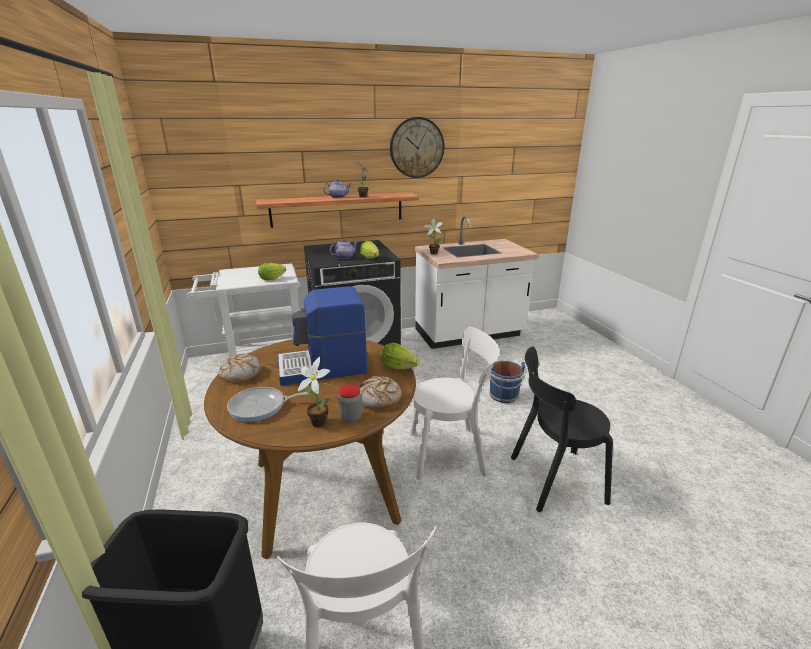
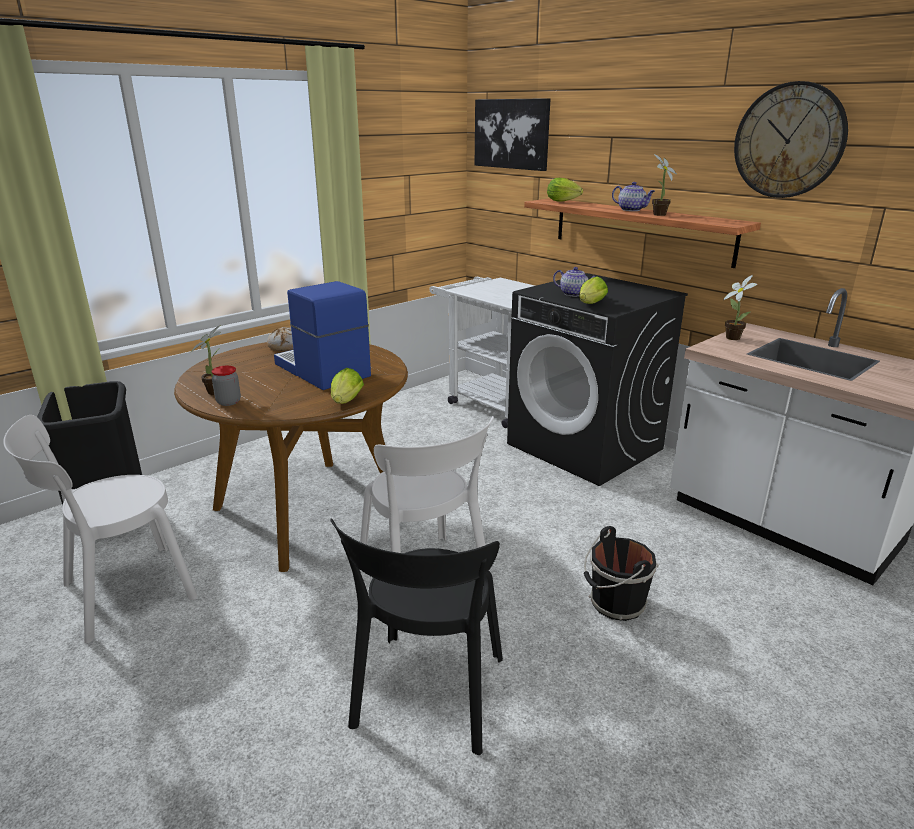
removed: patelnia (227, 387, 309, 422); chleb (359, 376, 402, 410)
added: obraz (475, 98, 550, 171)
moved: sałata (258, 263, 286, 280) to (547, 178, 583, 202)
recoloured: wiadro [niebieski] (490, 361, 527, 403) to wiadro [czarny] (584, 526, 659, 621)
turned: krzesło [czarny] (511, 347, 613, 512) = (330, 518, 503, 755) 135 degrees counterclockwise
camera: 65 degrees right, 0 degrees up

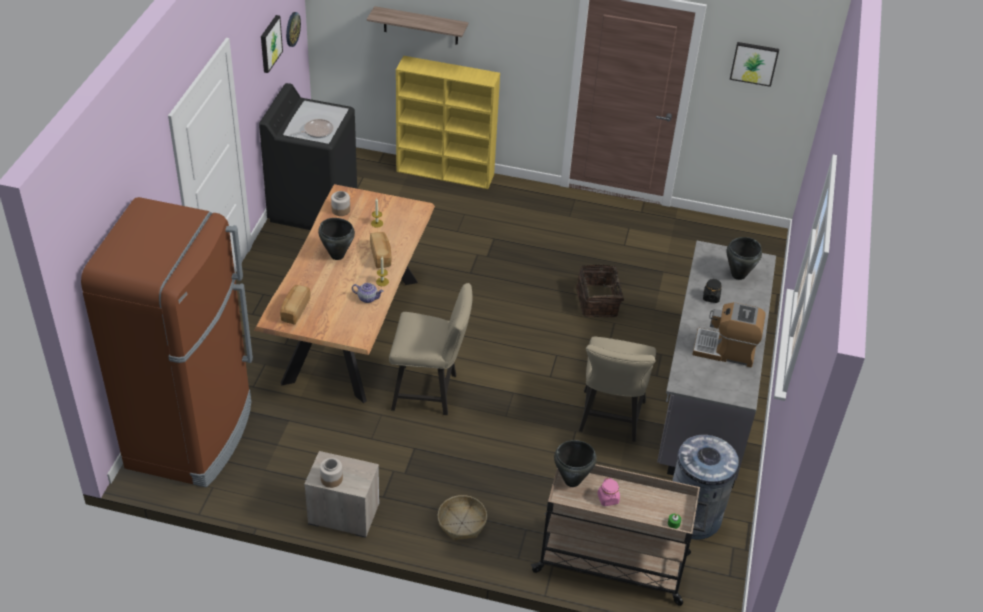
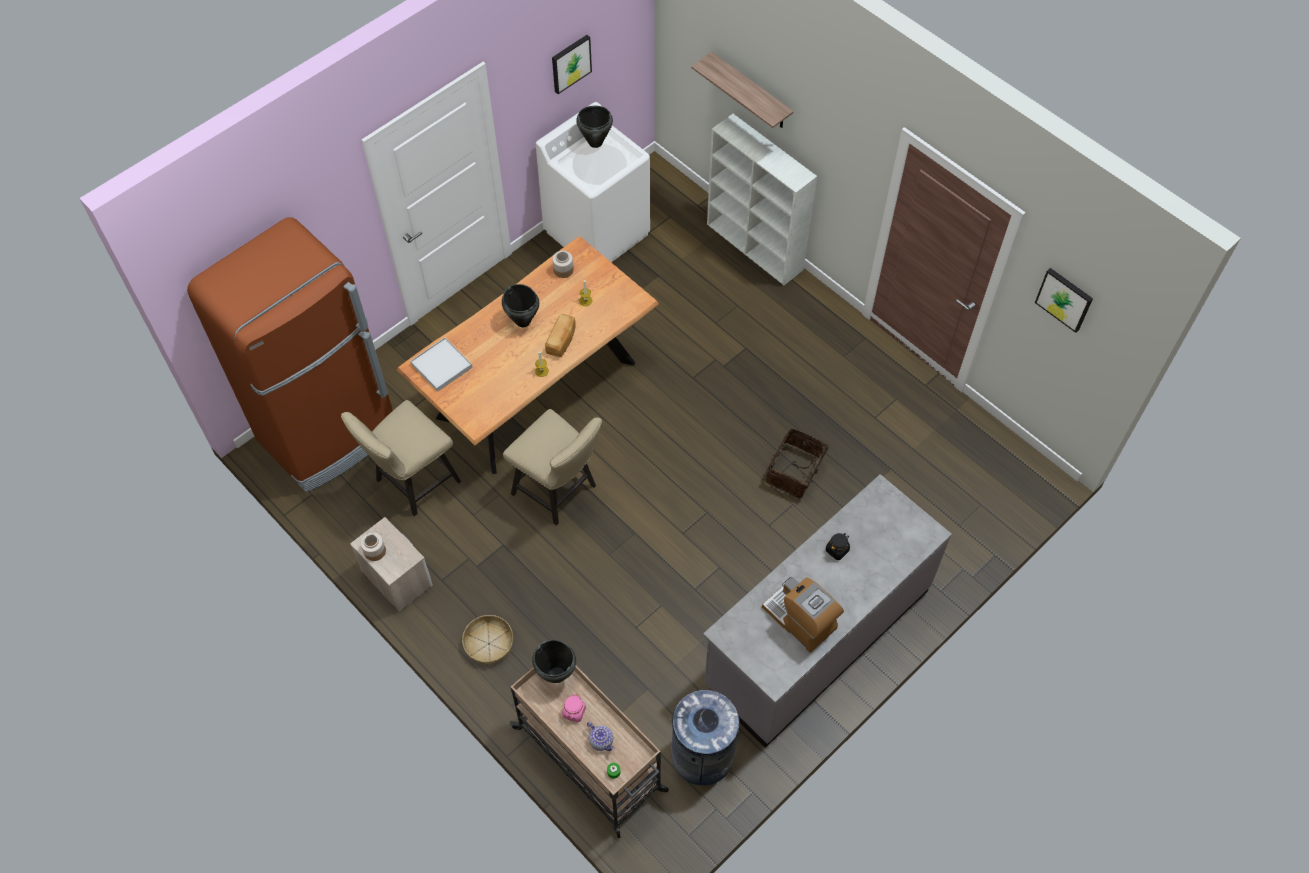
removed: zegar ścienny (286, 12, 301, 47); patelnia (290, 119, 334, 138)
moved: imbryk (352, 283, 383, 303) to (587, 722, 615, 751); krzesło [beżowy] (579, 337, 656, 442) to (341, 400, 461, 516); garnek [czarny] (726, 237, 762, 280) to (576, 106, 613, 148)
replaced: chleb (280, 285, 310, 325) to taca [biały] (410, 337, 473, 392)
recoloured: pralka [czarny] (259, 83, 357, 230) to pralka [biały] (536, 102, 650, 262); regał [żółty] (396, 56, 500, 189) to regał [biały] (707, 114, 817, 285)
camera: 35 degrees right, 15 degrees up

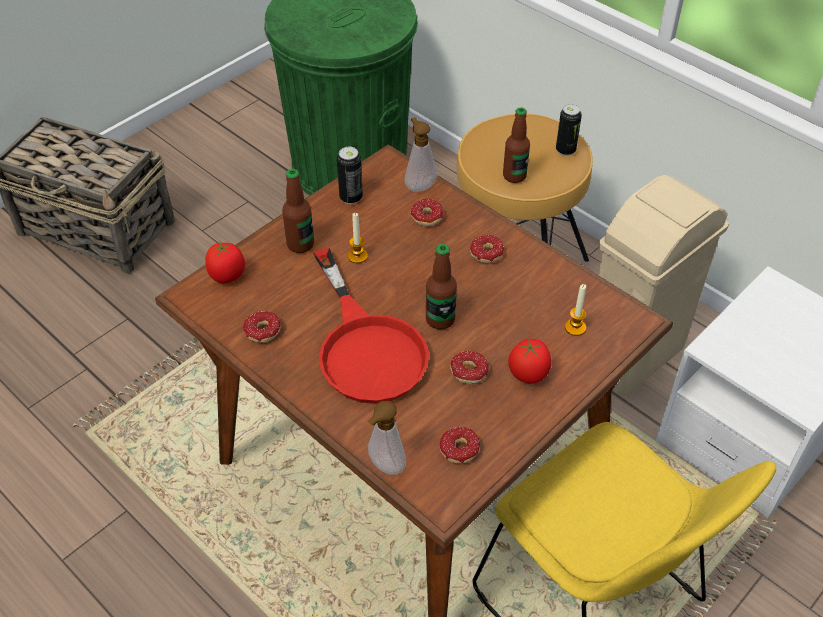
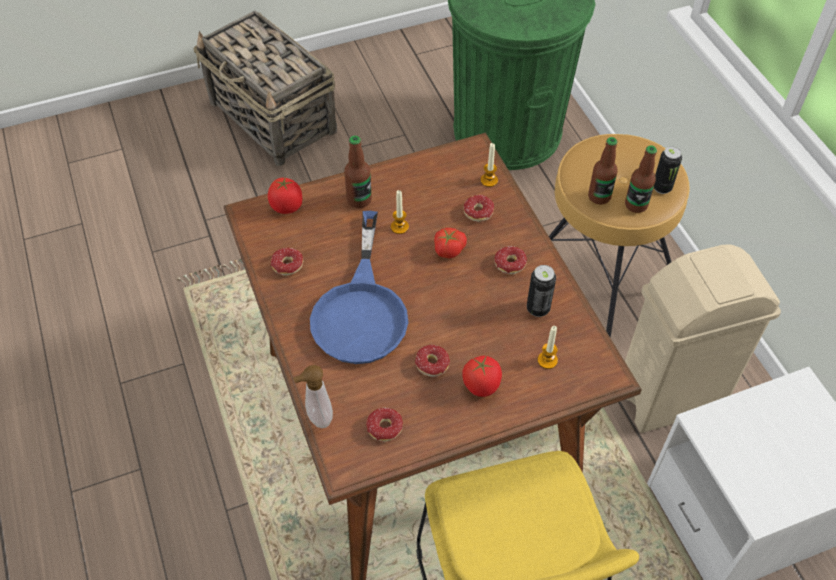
added: pomidor (434, 228, 467, 259)
moved: puszka (337, 147, 363, 204) to (527, 265, 556, 317); butelka (426, 244, 457, 329) to (625, 145, 657, 213)
replaced: dozownik mydła (405, 117, 437, 192) to świeca (481, 143, 498, 187)
recoloured: patelnia [czerwony] (313, 248, 429, 404) to patelnia [niebieski] (310, 211, 408, 364)
camera: 25 degrees right, 5 degrees up

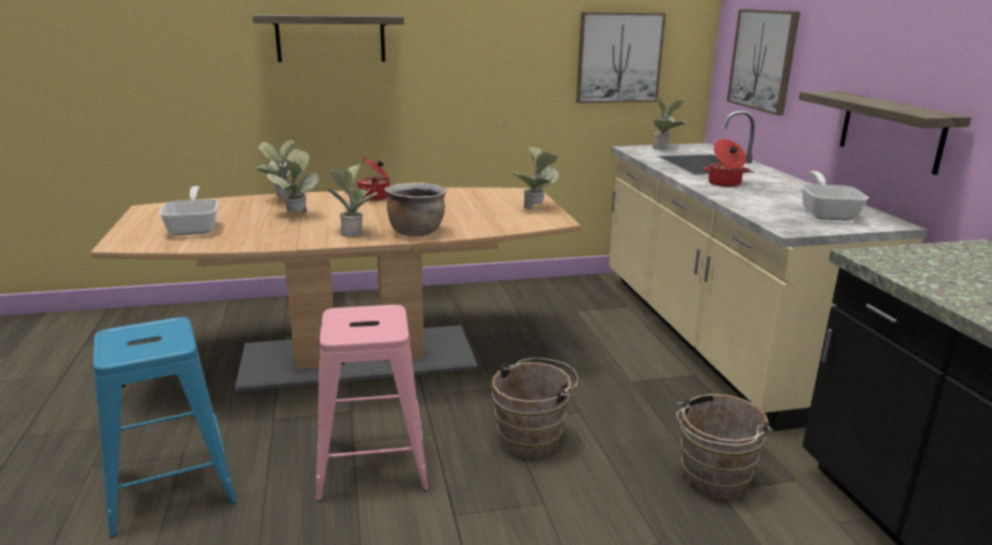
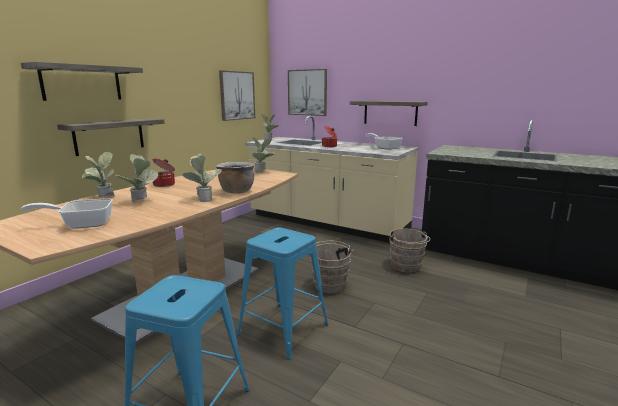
added: półka (57, 118, 165, 156)
recoloured: stołek [różowy] (316, 305, 429, 501) to stołek [niebieski] (237, 227, 328, 360)
turned: patelnia (159, 186, 218, 235) = (21, 198, 113, 229) 45 degrees counterclockwise
camera: 45 degrees left, 5 degrees down

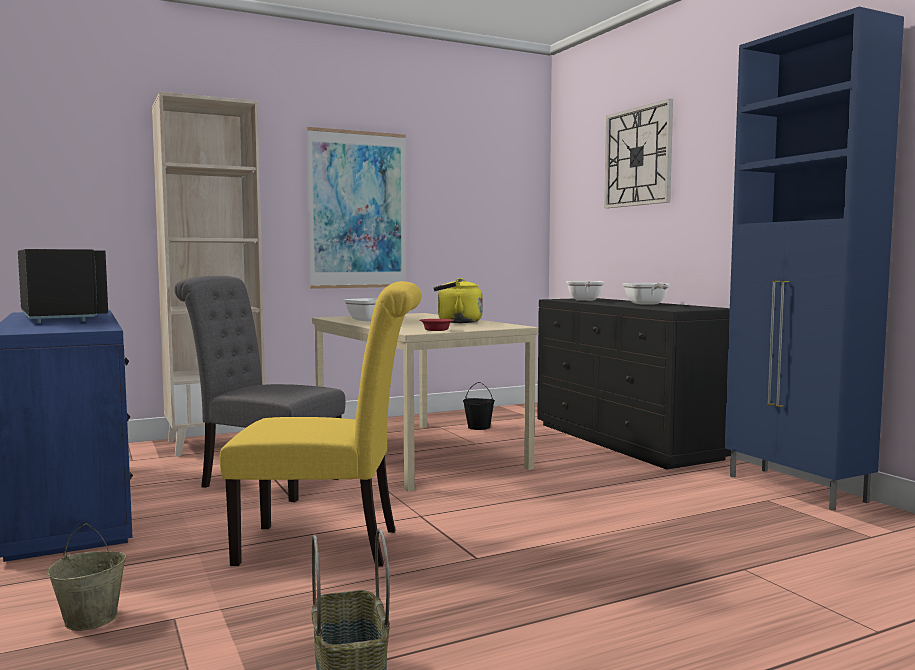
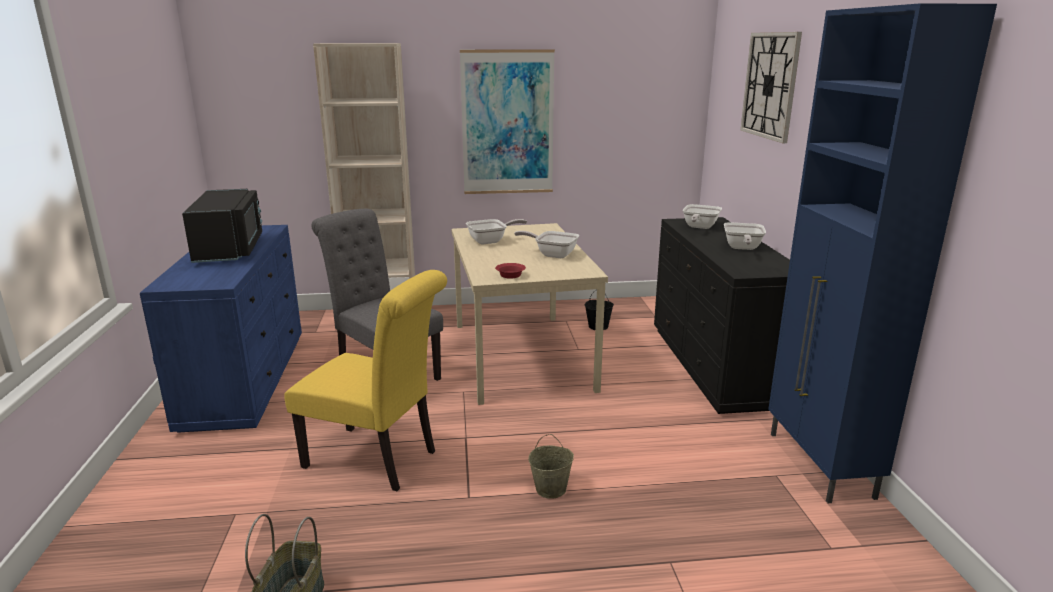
moved: wiadro [beżowy] (47, 523, 126, 631) to (528, 434, 574, 499)
replaced: czajnik [żółty] (433, 278, 483, 323) to patelnia (514, 231, 579, 258)
camera: 20 degrees right, 15 degrees up

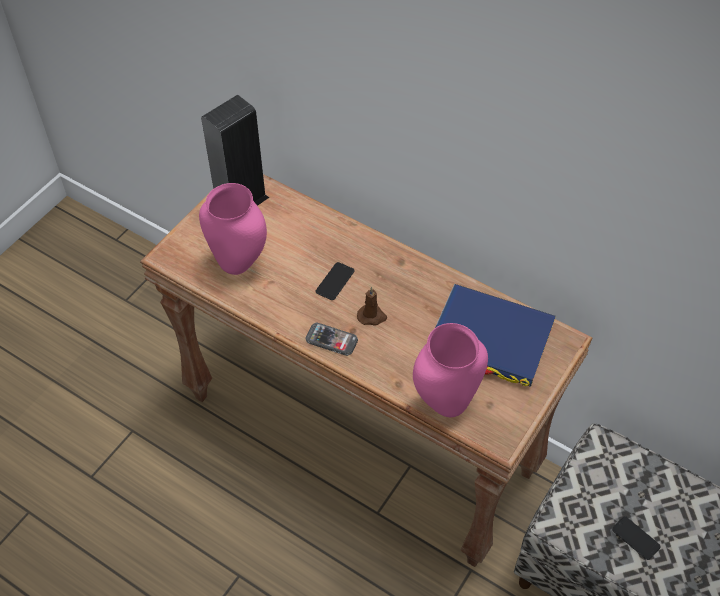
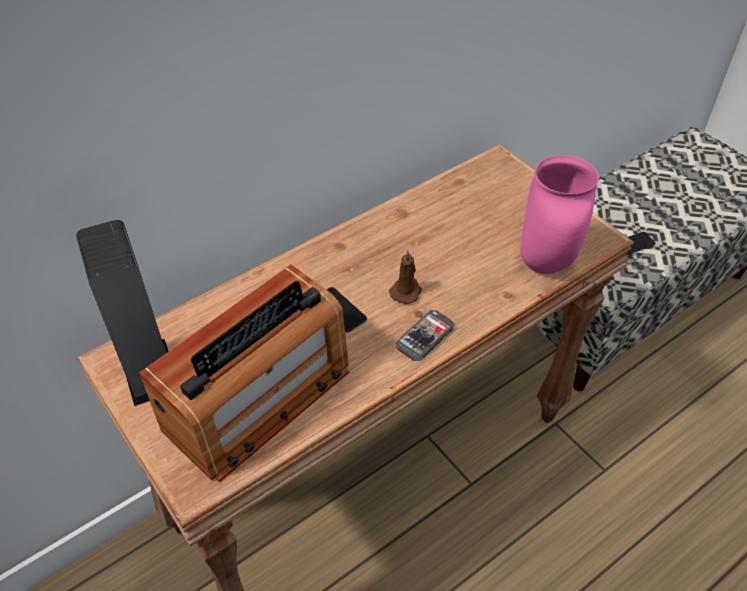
removed: książka [niebieski] (435, 284, 556, 387)
replaced: wazon [różowy] (199, 183, 267, 275) to radio (139, 264, 349, 482)
camera: 70 degrees left, 5 degrees down

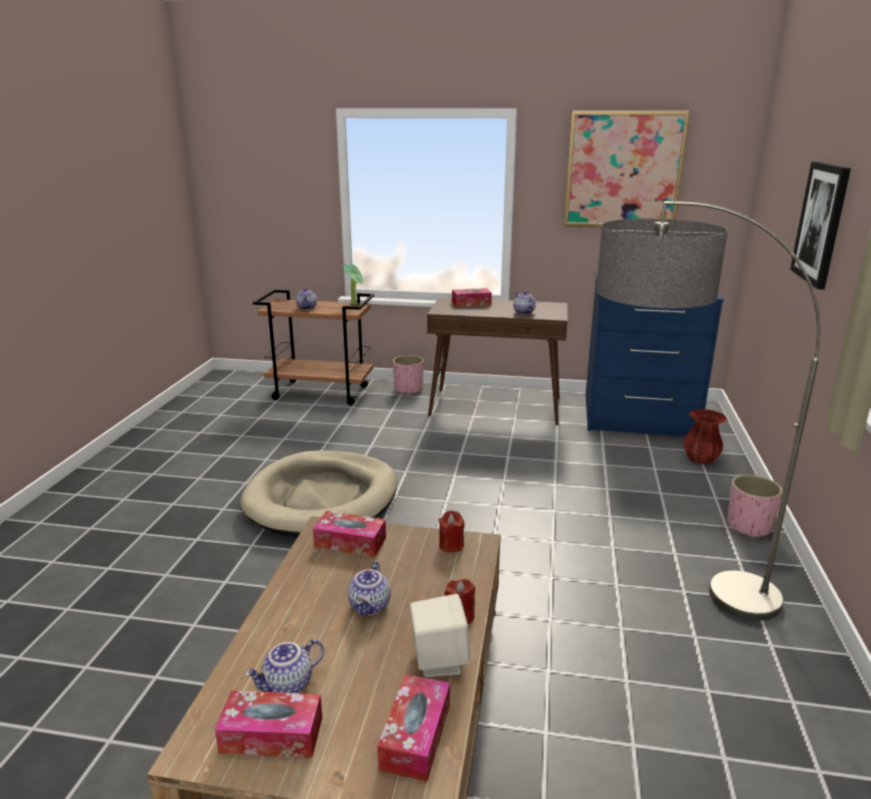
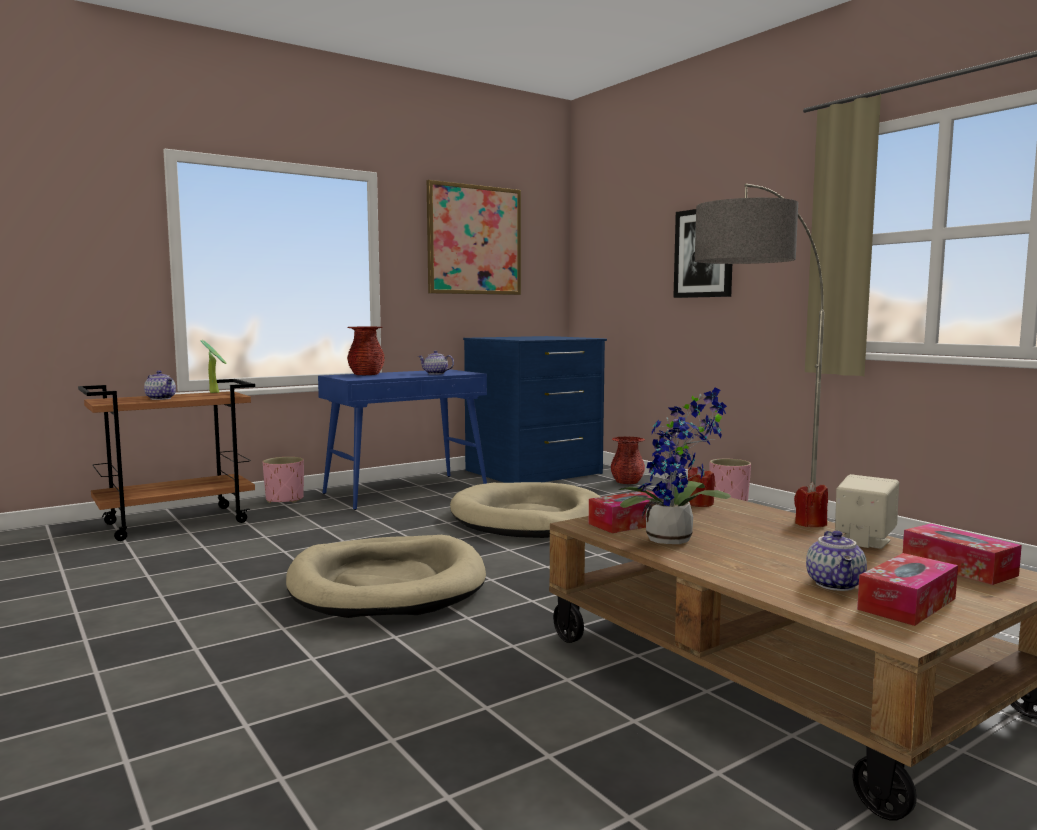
removed: imbryk (348, 561, 391, 616)
added: legowisko [beżowy] (450, 482, 601, 538); roślina doniczkowa (618, 388, 731, 544)
replaced: pudełko chusteczek (452, 288, 492, 307) to wazon [czerwony] (347, 327, 385, 375)
recoloured: stolik konsolowy [brązowy] (427, 297, 568, 425) to stolik konsolowy [niebieski] (318, 369, 487, 510)
camera: 45 degrees left, 15 degrees down

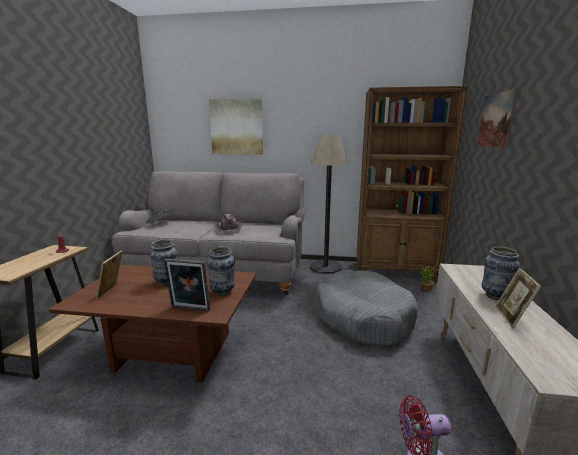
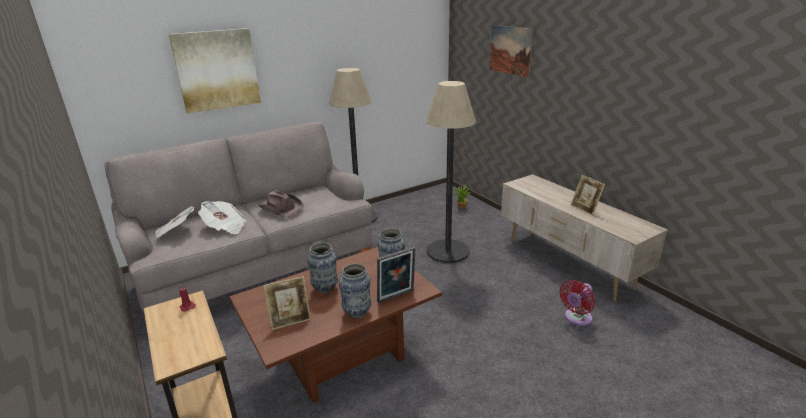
removed: regał [brązowy] (357, 86, 468, 281)
added: gazeta (198, 201, 247, 234)
moved: wazon (482, 247, 520, 300) to (339, 263, 371, 319)
replaced: legowisko [szary] (315, 269, 418, 347) to lampa stojąca (426, 81, 476, 263)
turned: ramka na zdjęcie (96, 250, 122, 299) = (264, 276, 311, 330) 75 degrees counterclockwise
camera: 40 degrees left, 10 degrees up

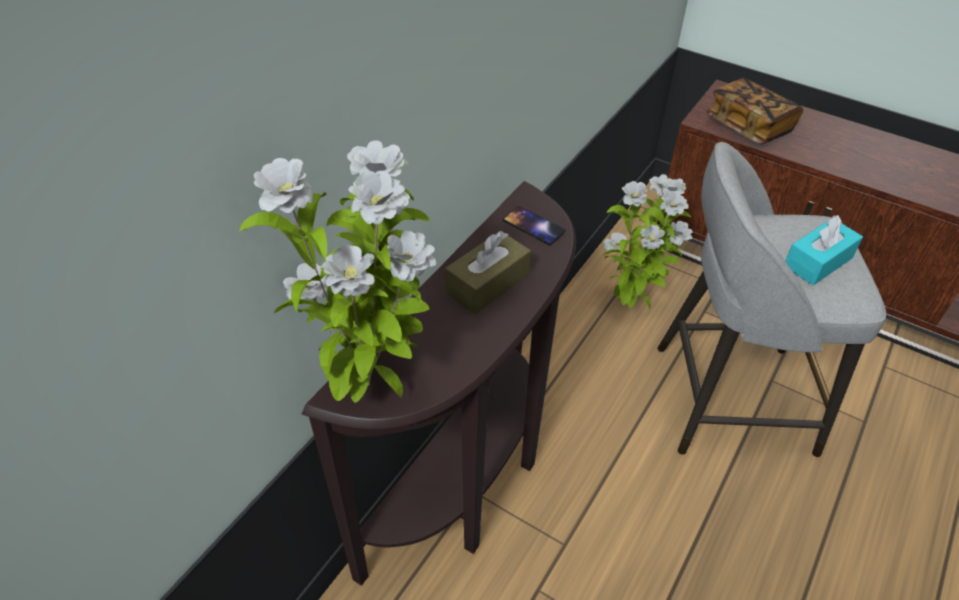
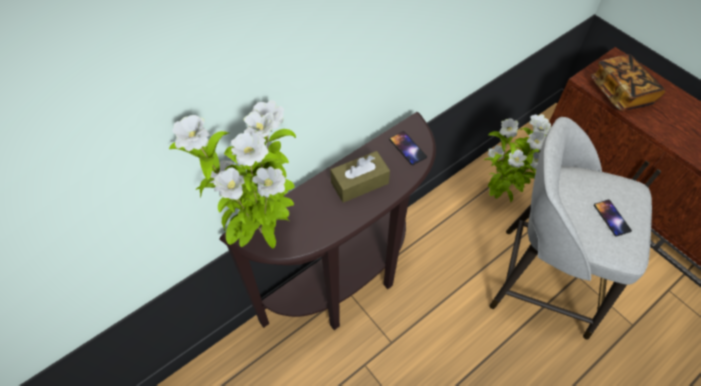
replaced: pudełko chusteczek [turkusowy] (785, 215, 863, 285) to telefon (594, 200, 632, 237)
camera: 20 degrees right, 10 degrees up

